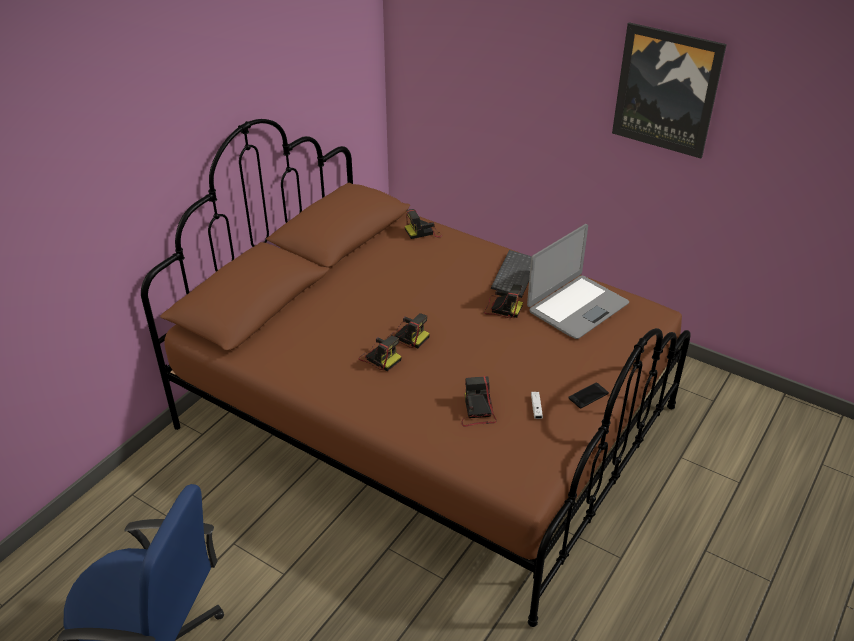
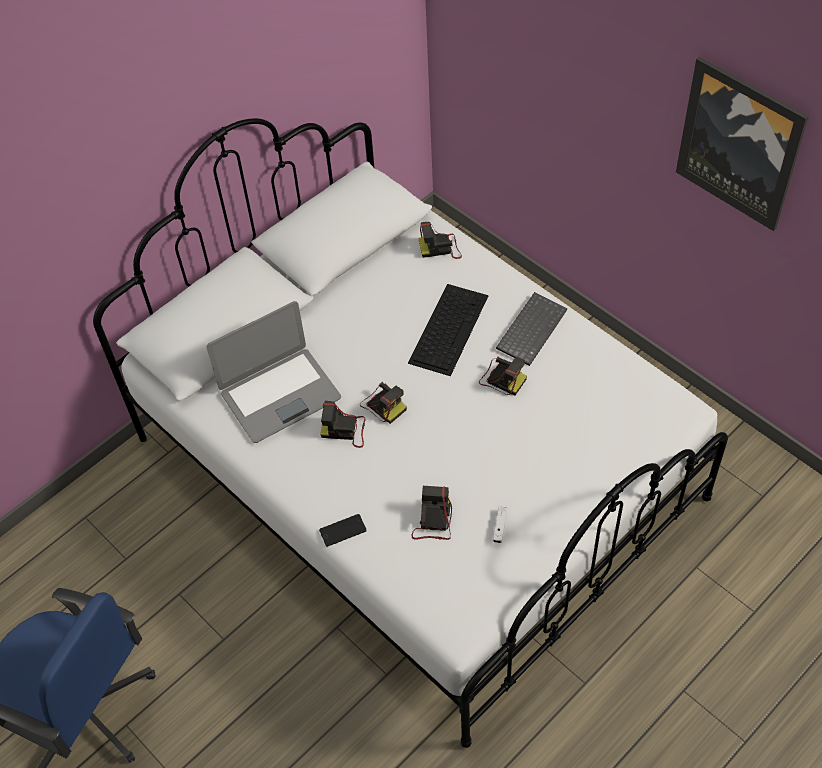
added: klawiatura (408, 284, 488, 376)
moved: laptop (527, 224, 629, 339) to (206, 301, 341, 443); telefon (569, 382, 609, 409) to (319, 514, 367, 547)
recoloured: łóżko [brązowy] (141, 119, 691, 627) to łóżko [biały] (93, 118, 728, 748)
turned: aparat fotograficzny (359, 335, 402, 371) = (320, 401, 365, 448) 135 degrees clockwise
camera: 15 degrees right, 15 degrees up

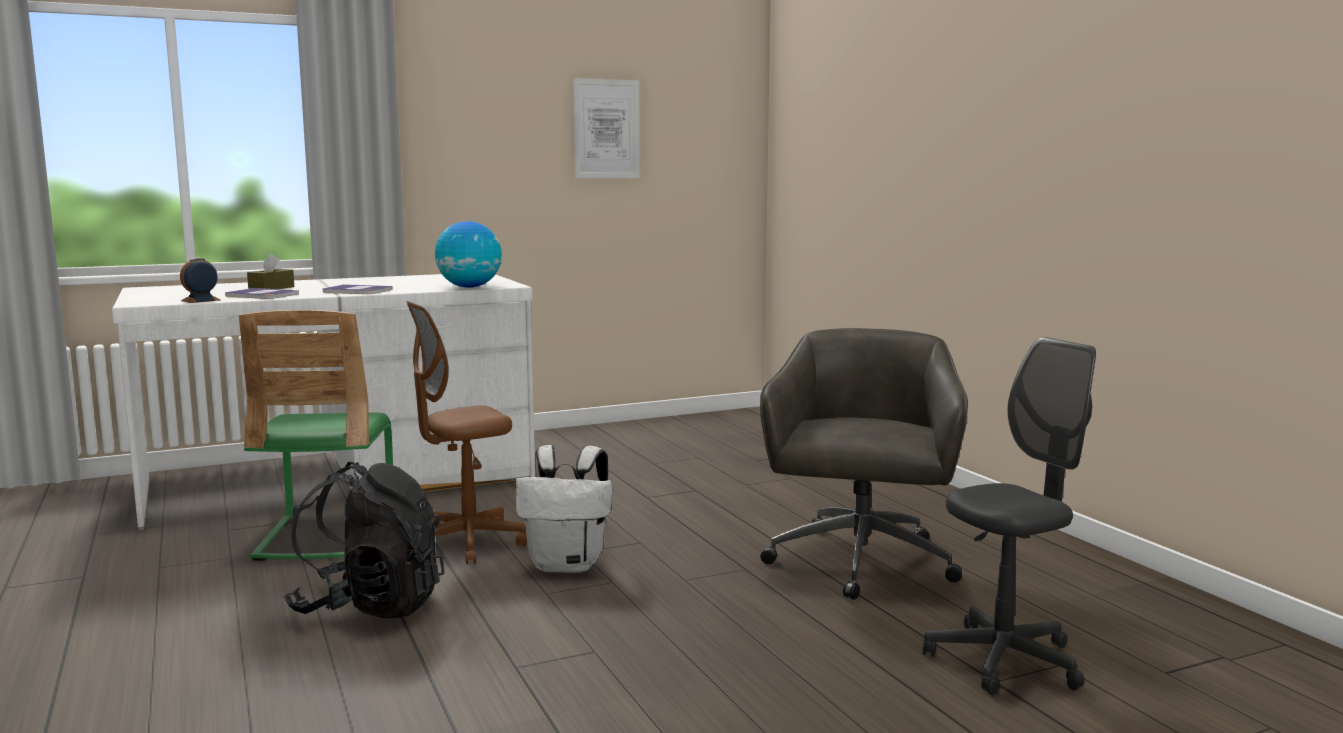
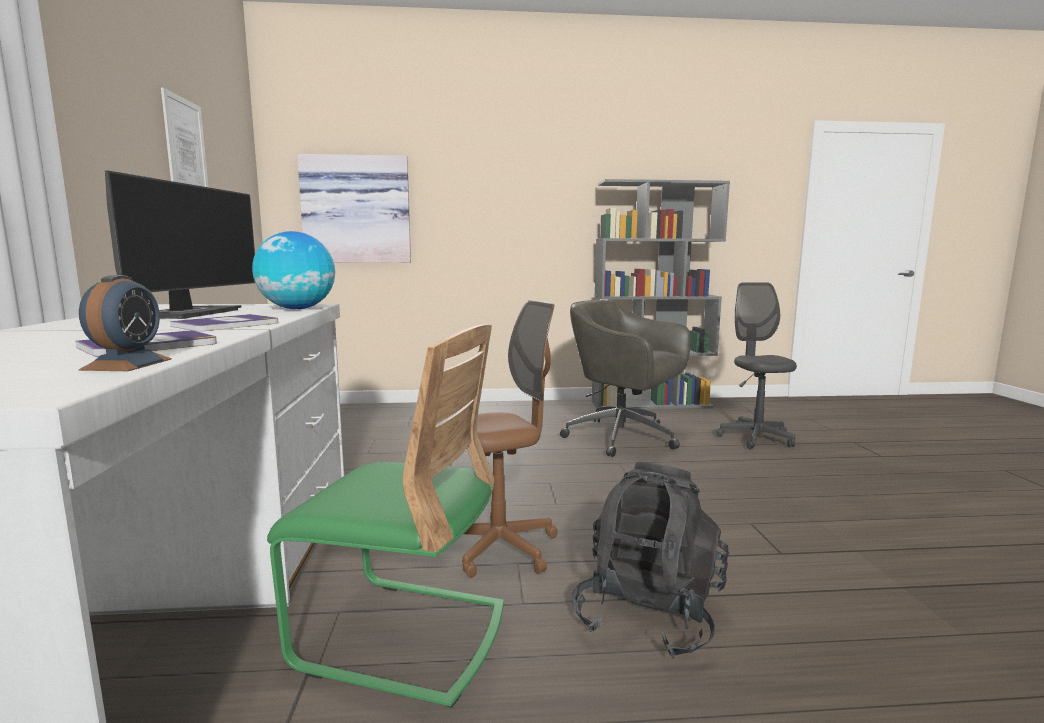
removed: pudełko chusteczek [brązowy] (247, 254, 294, 289); plecak [biały] (516, 445, 612, 573)
added: monitor (105, 170, 255, 319); obraz (297, 154, 411, 263); regał [szary] (592, 179, 730, 409)
turned: budzik (180, 258, 220, 303) = (79, 275, 172, 371) 150 degrees counterclockwise; krzesło biurowe [brązowy] (407, 301, 527, 565) = (462, 300, 558, 578) 105 degrees counterclockwise
camera: 70 degrees left, 0 degrees up

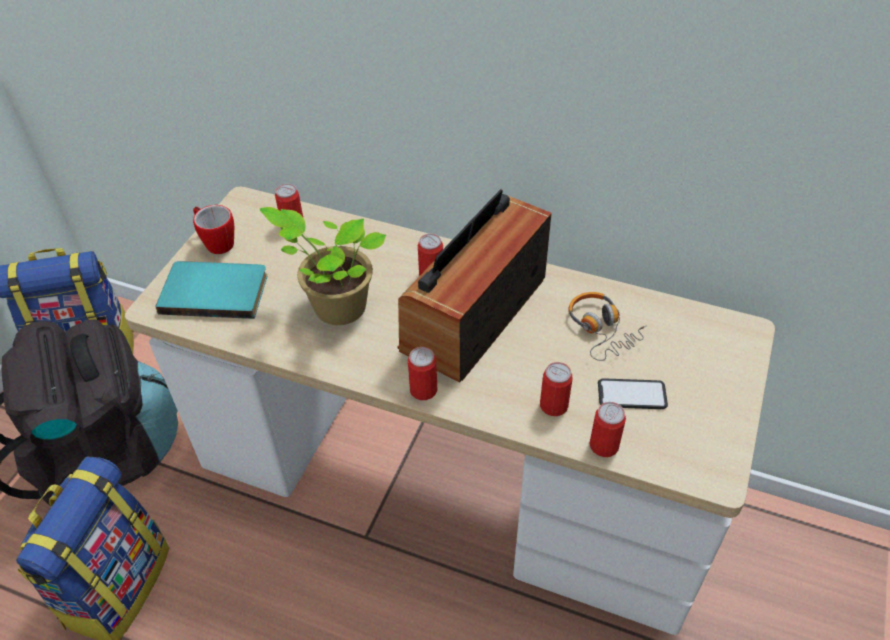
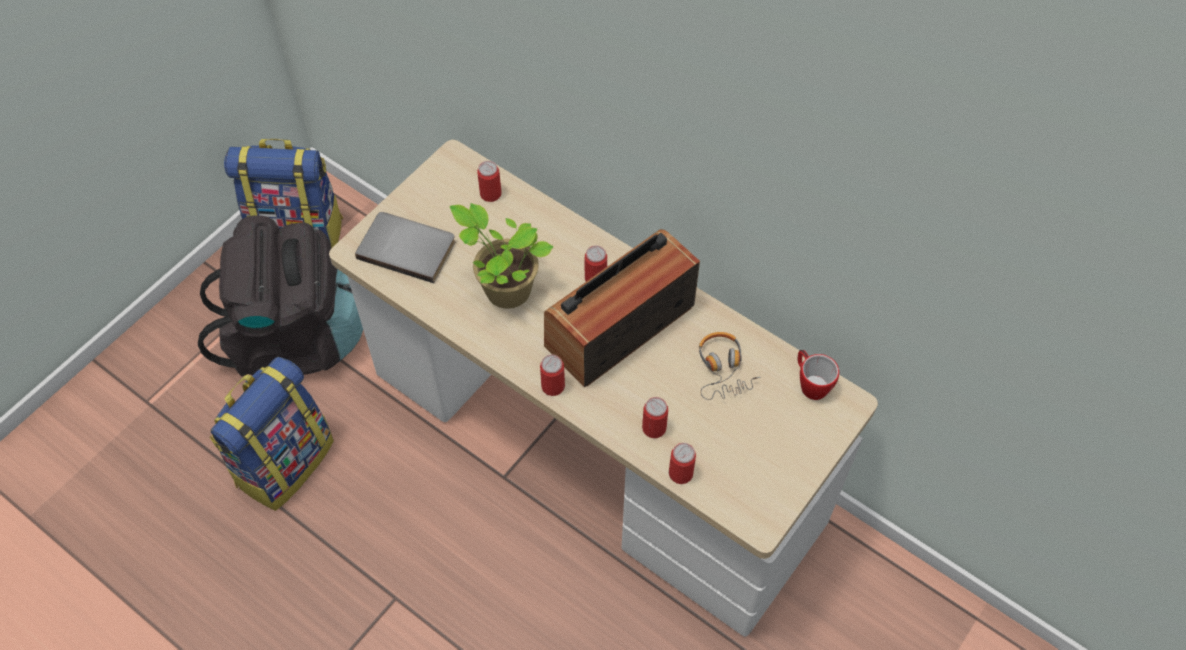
removed: telefon (598, 378, 668, 409)
moved: kubek (193, 205, 234, 254) to (798, 350, 839, 400)
recoloured: książka [turkusowy] (155, 261, 267, 319) to książka [szary] (355, 212, 455, 283)
camera: 15 degrees right, 10 degrees up

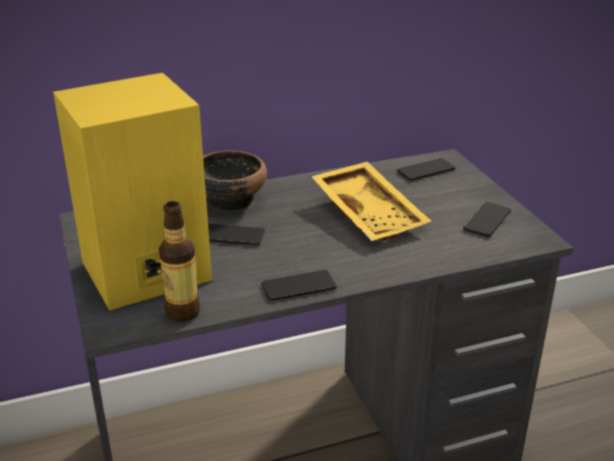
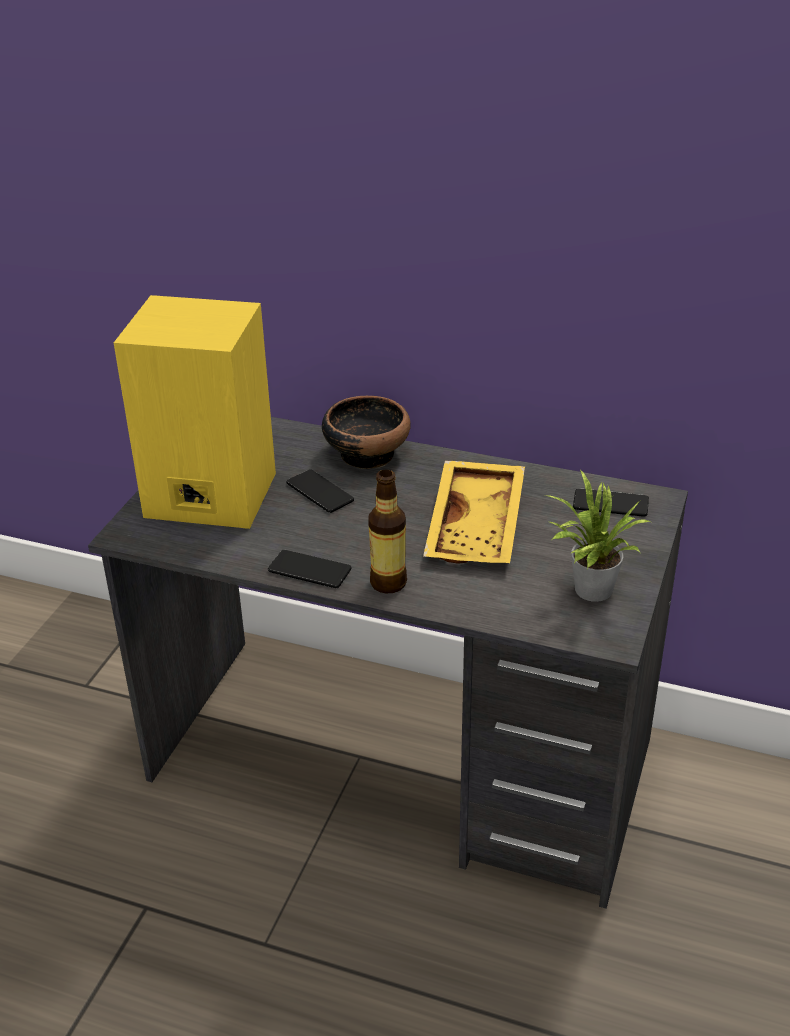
moved: butelka (159, 201, 200, 322) to (368, 470, 407, 593)
replaced: telefon (463, 202, 511, 237) to roślina doniczkowa (545, 469, 651, 602)
camera: 40 degrees right, 5 degrees up

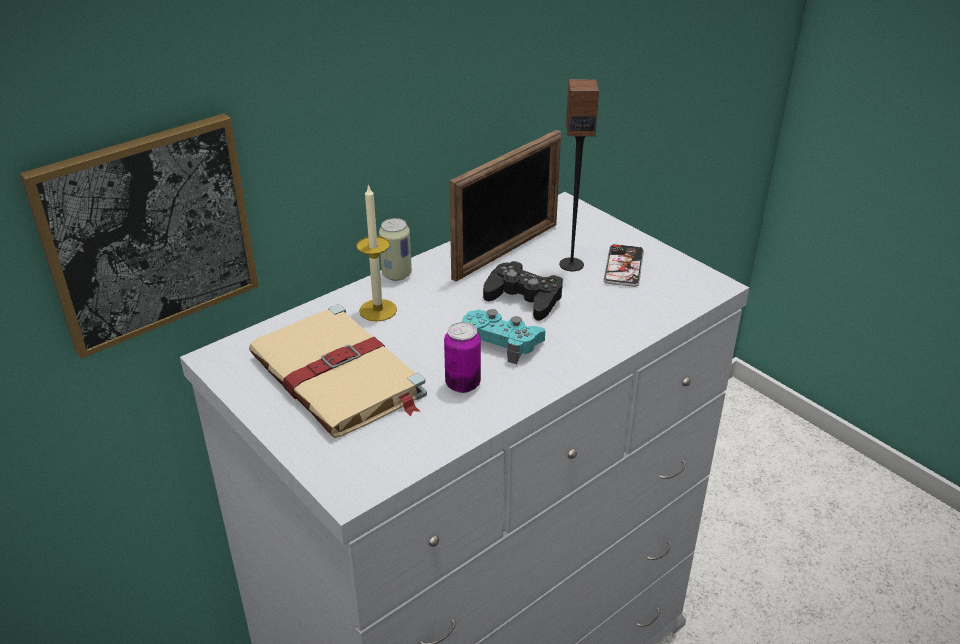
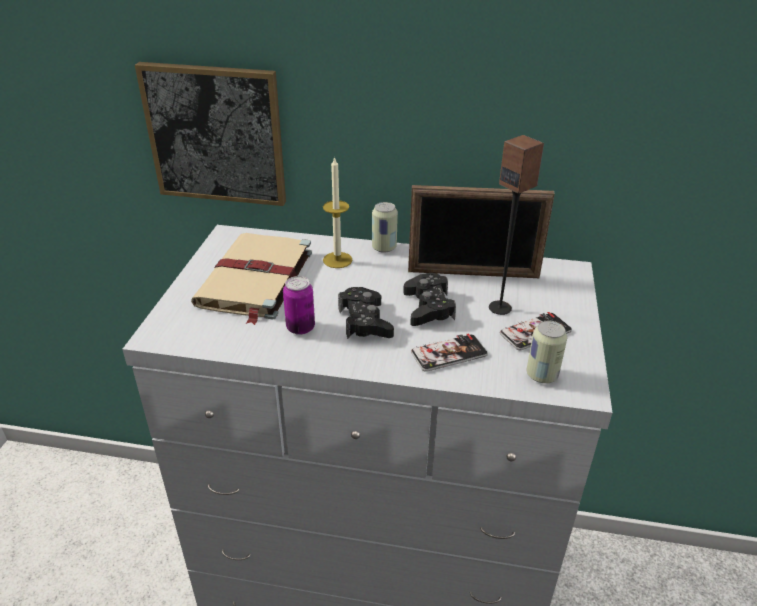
added: telefon (411, 333, 488, 372); puszka (526, 321, 567, 383)
recoloured: pad do gier [turkusowy] (462, 309, 545, 364) to pad do gier [czarny] (338, 287, 394, 339)
camera: 50 degrees right, 0 degrees up

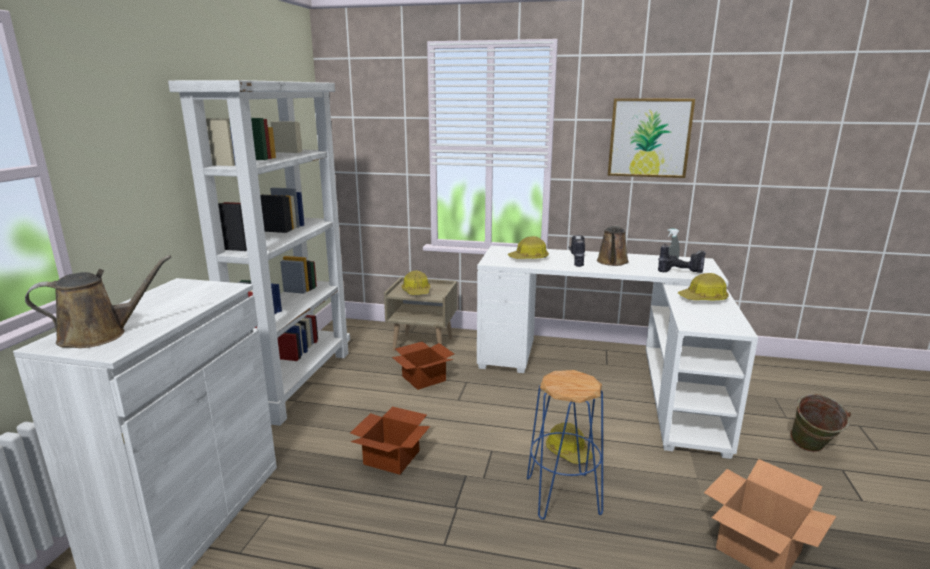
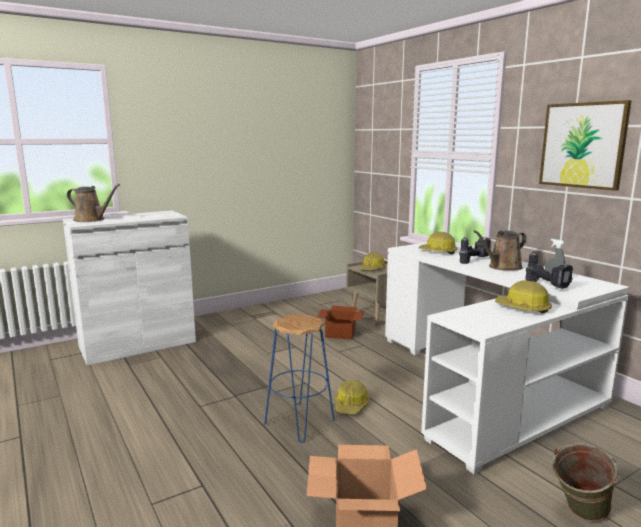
removed: regał [biały] (168, 80, 350, 426); karton (350, 407, 430, 475)
camera: 45 degrees right, 5 degrees down

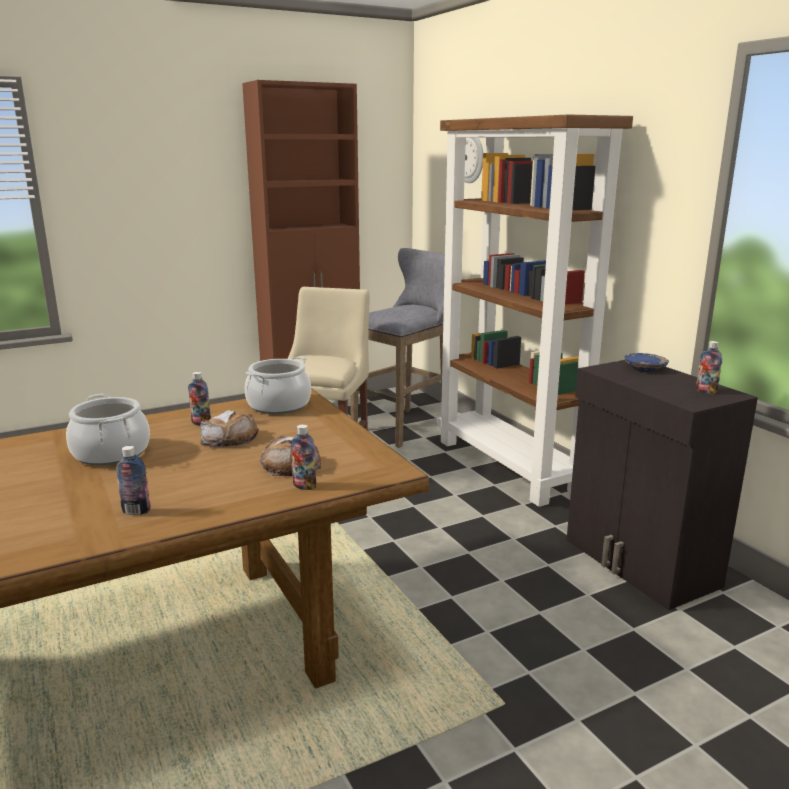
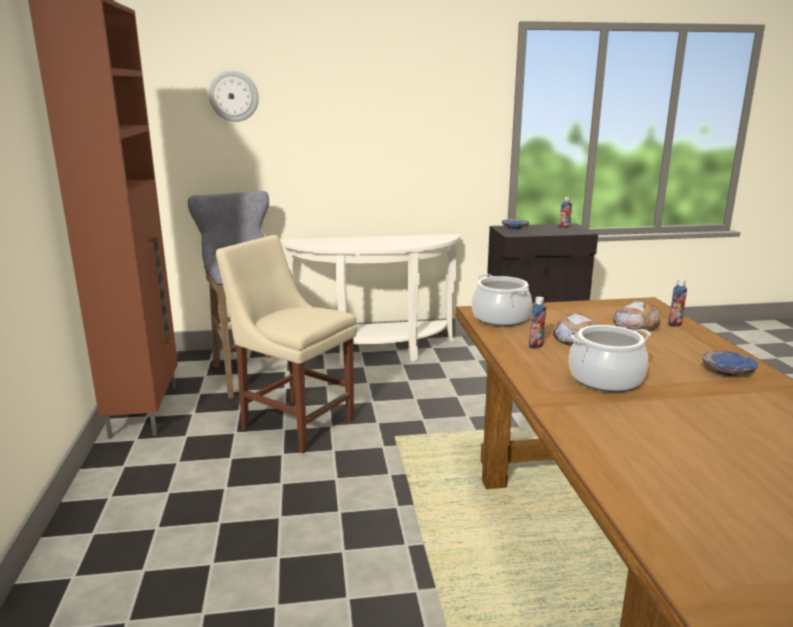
replaced: butelka (116, 446, 151, 515) to talerz [niebieski] (702, 351, 758, 376); regał [brązowy] (437, 114, 633, 507) to stolik konsolowy [biały] (280, 234, 460, 366)
camera: 70 degrees left, 0 degrees up

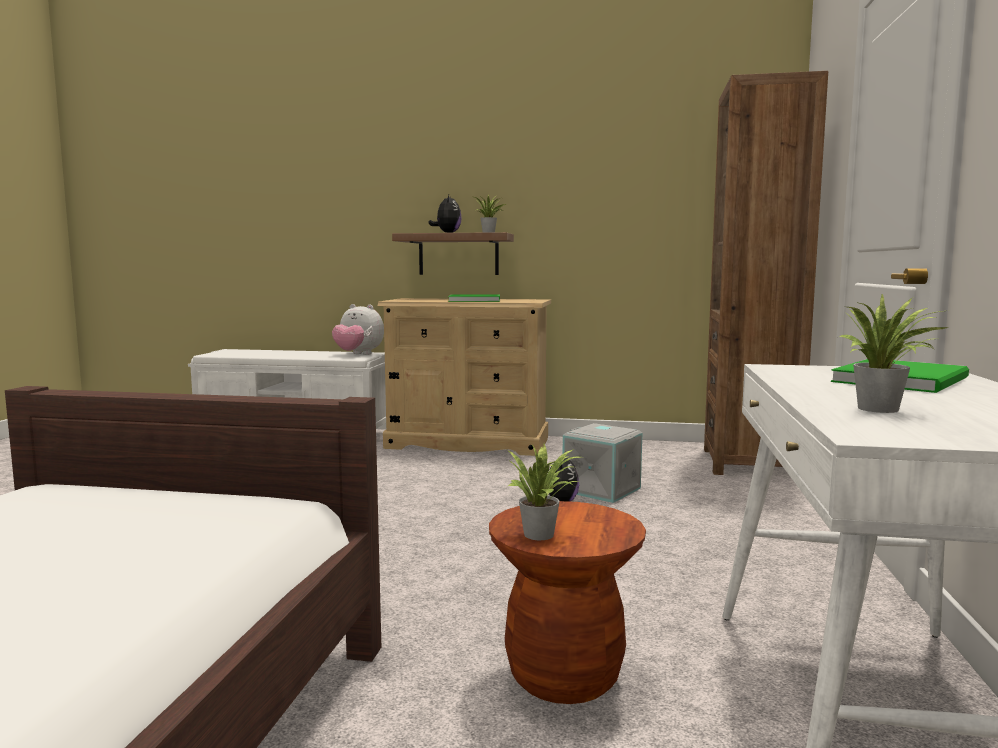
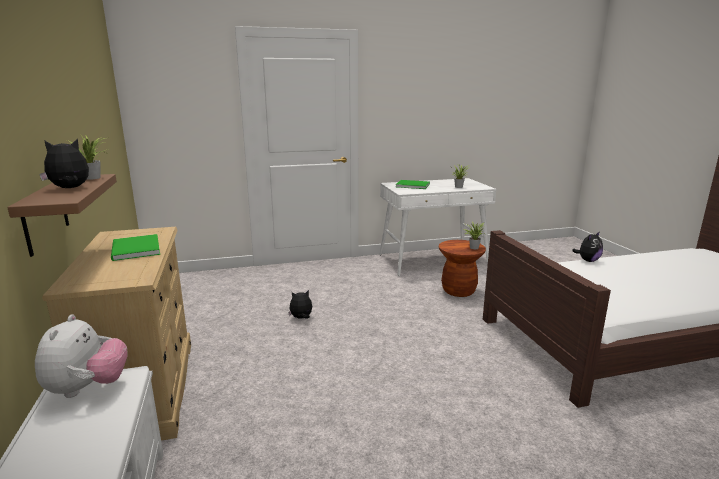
removed: pojemnik do przechowywania [szary] (563, 423, 642, 503); regał [brązowy] (704, 71, 828, 475)
added: pluszak (572, 231, 603, 262)
camera: 115 degrees left, 10 degrees up

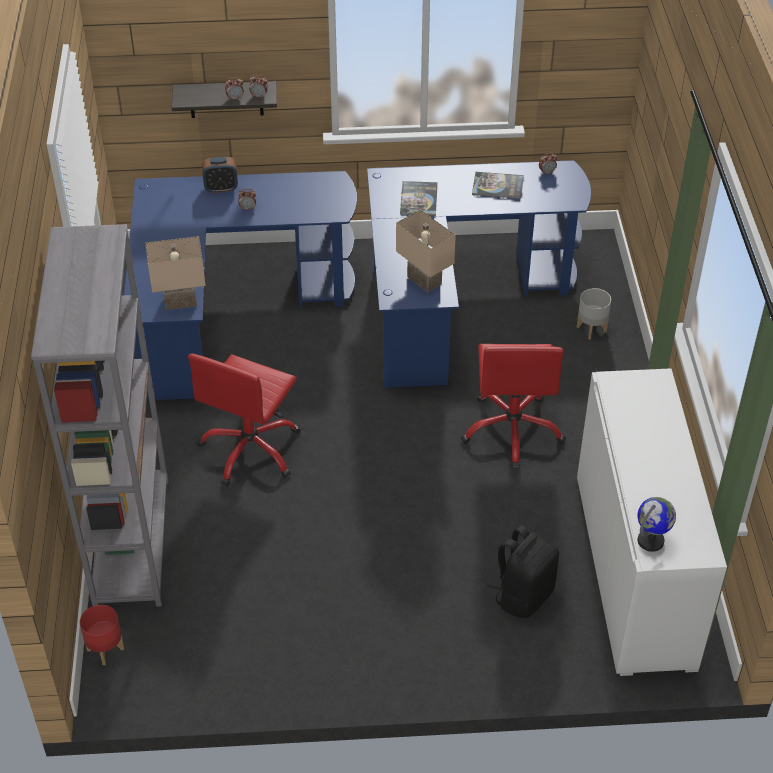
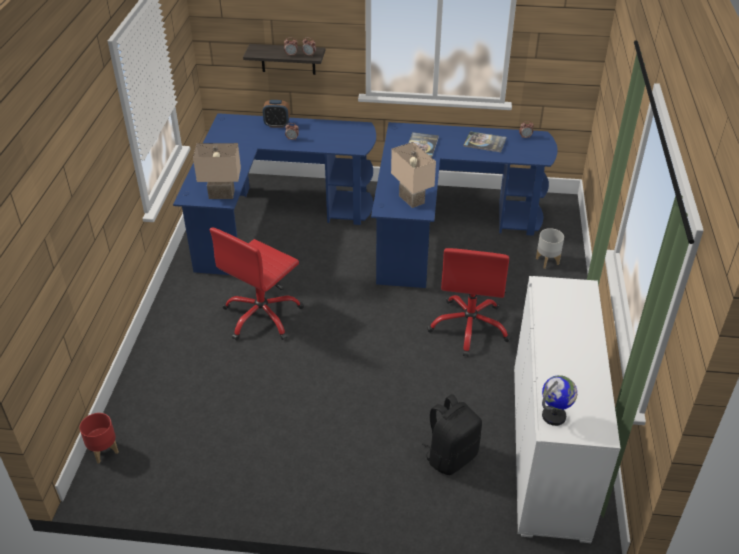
removed: regał [szary] (31, 224, 168, 607)
camera: 10 degrees right, 5 degrees down

